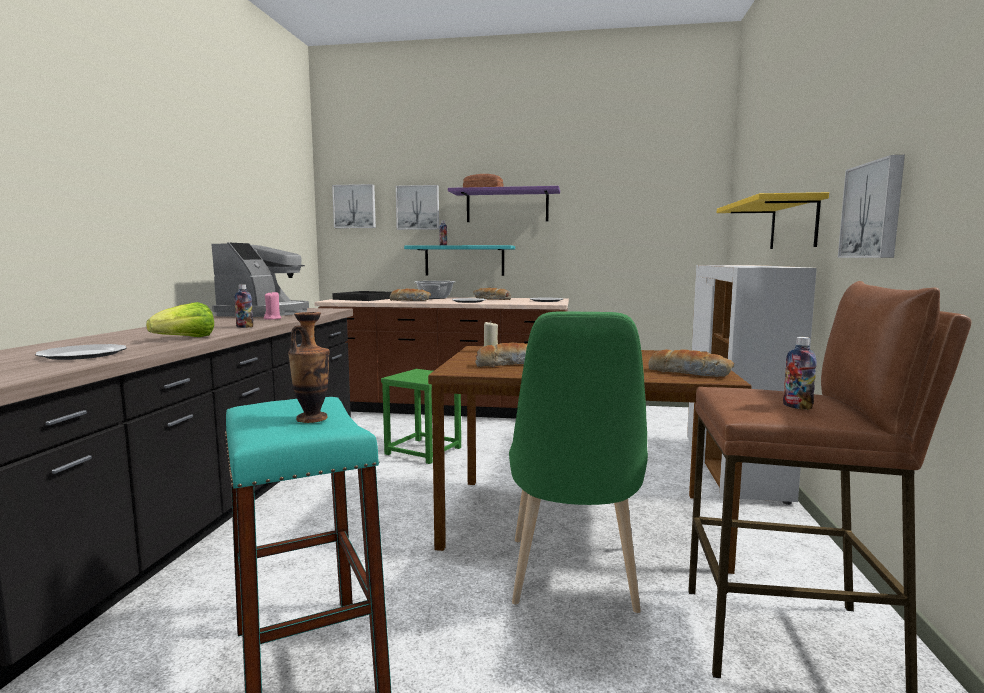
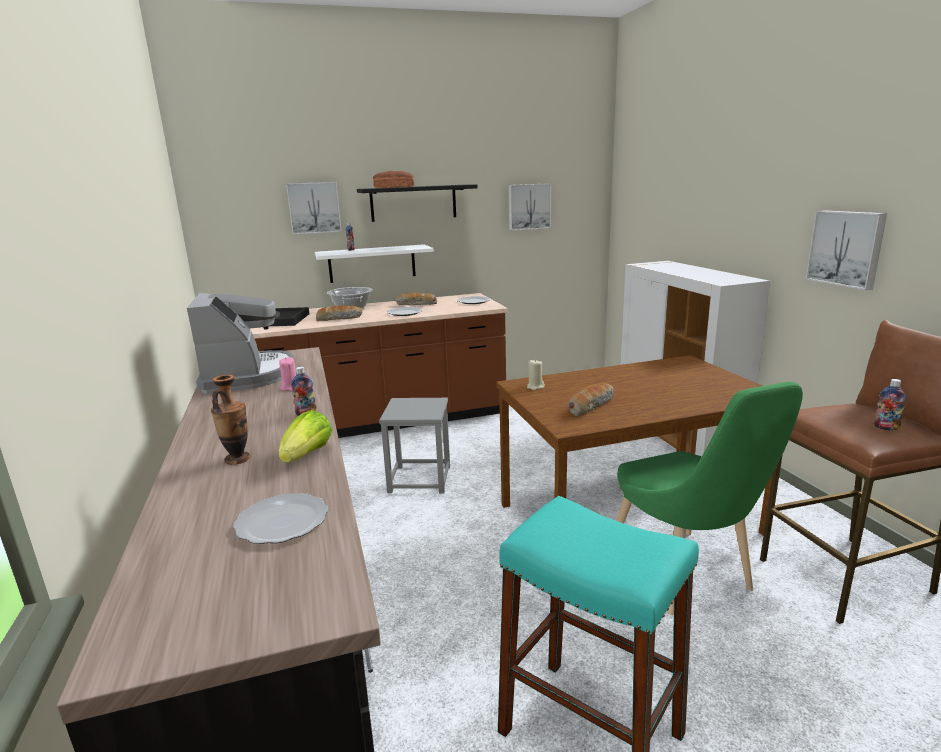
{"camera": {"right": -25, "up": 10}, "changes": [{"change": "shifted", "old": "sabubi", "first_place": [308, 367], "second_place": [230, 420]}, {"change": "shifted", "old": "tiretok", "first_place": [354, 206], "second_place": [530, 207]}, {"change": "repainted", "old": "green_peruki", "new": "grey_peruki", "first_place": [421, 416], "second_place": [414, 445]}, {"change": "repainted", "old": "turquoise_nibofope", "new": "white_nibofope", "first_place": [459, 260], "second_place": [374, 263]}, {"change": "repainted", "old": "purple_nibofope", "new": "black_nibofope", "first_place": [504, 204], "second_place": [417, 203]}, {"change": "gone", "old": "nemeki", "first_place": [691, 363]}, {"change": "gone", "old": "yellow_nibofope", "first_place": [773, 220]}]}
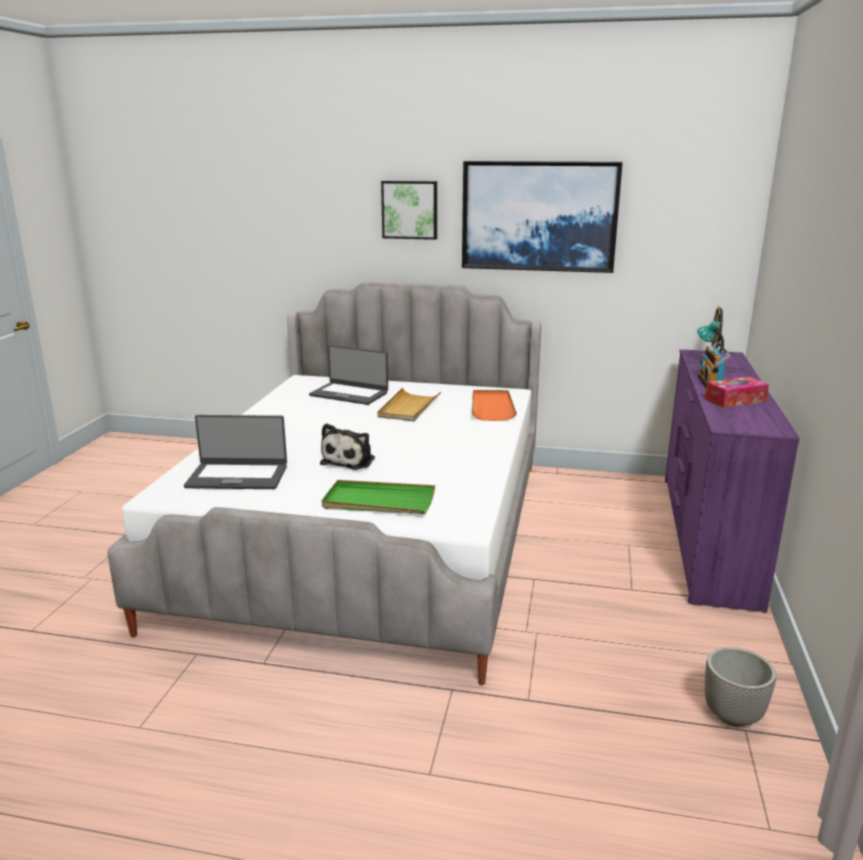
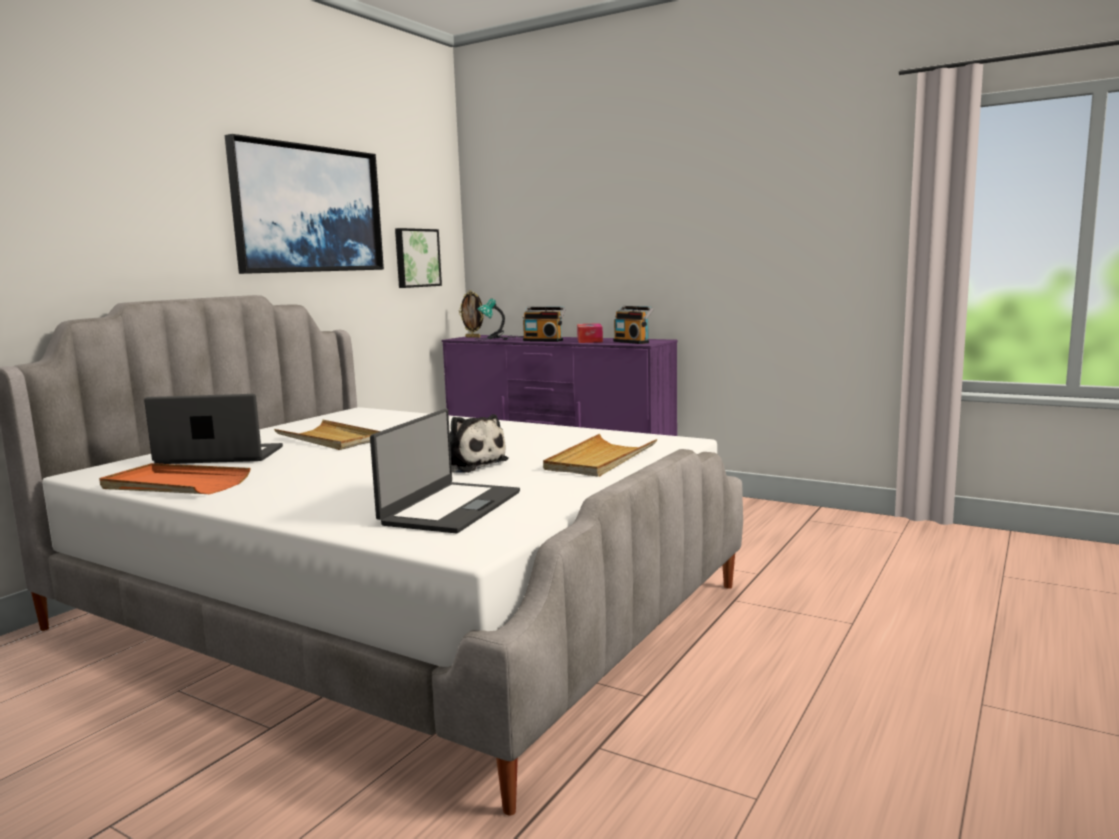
{"camera": {"right": -70, "up": -10}, "changes": [{"change": "rotated", "old": "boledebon", "first_place": [348, 375], "second_place": [213, 429], "degrees": -135}, {"change": "repainted", "old": "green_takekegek", "new": "beige_takekegek", "first_place": [378, 497], "second_place": [600, 455]}, {"change": "shifted", "old": "tiretok", "first_place": [409, 210], "second_place": [418, 258]}, {"change": "shifted", "old": "orange_takekegek", "first_place": [494, 405], "second_place": [175, 478]}, {"change": "gone", "old": "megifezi", "first_place": [740, 687]}, {"change": "new", "new": "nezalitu", "second_place": [633, 325]}]}
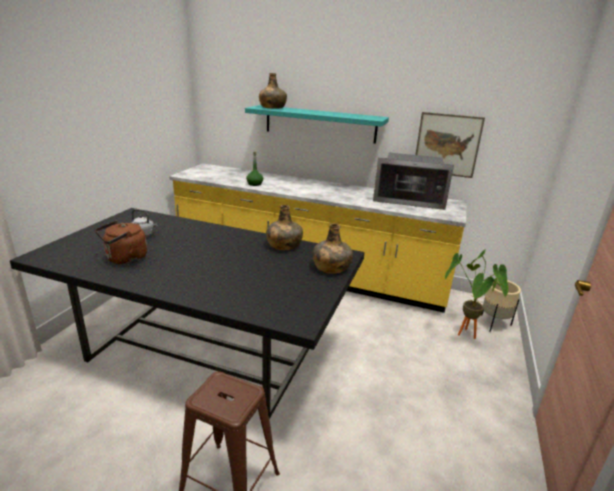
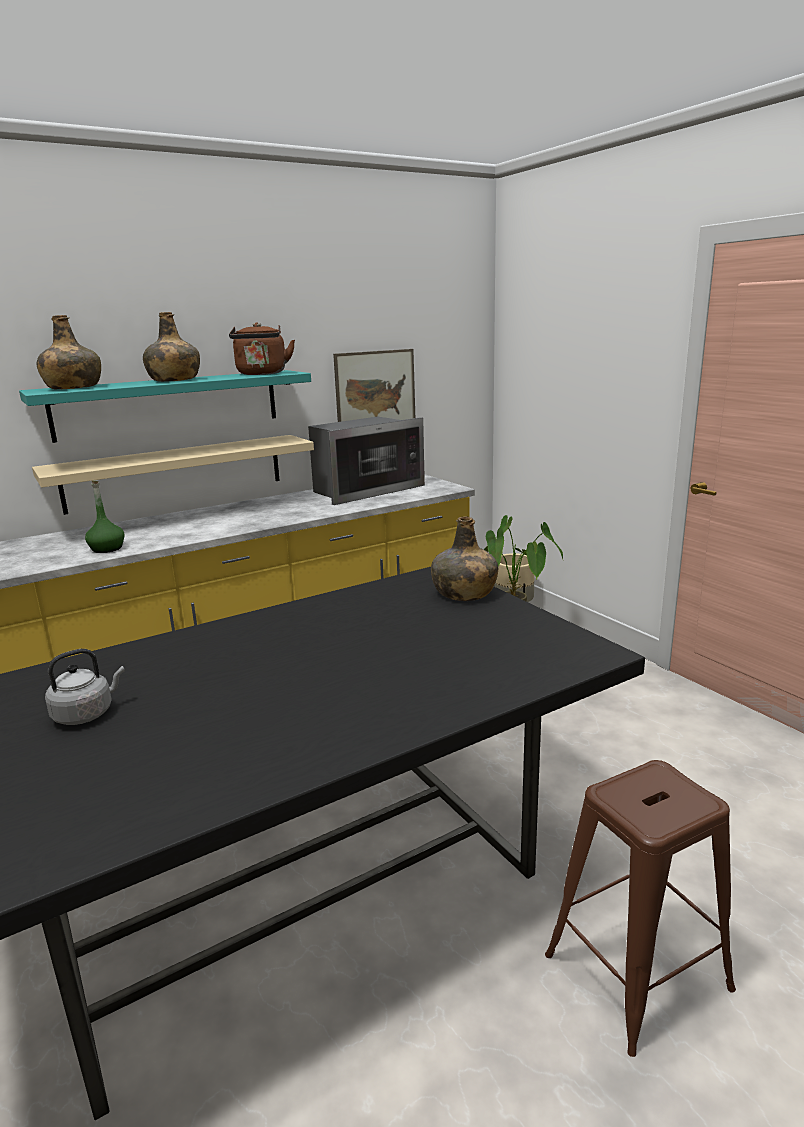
{"camera": {"right": -50, "up": -5}, "changes": [{"change": "shifted", "old": "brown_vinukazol", "first_place": [121, 243], "second_place": [262, 348]}, {"change": "shifted", "old": "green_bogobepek", "first_place": [284, 227], "second_place": [171, 347]}, {"change": "new", "new": "beige_nibofope", "second_place": [173, 475]}]}
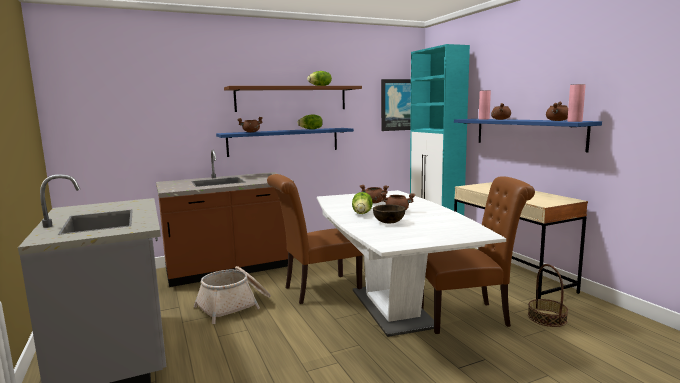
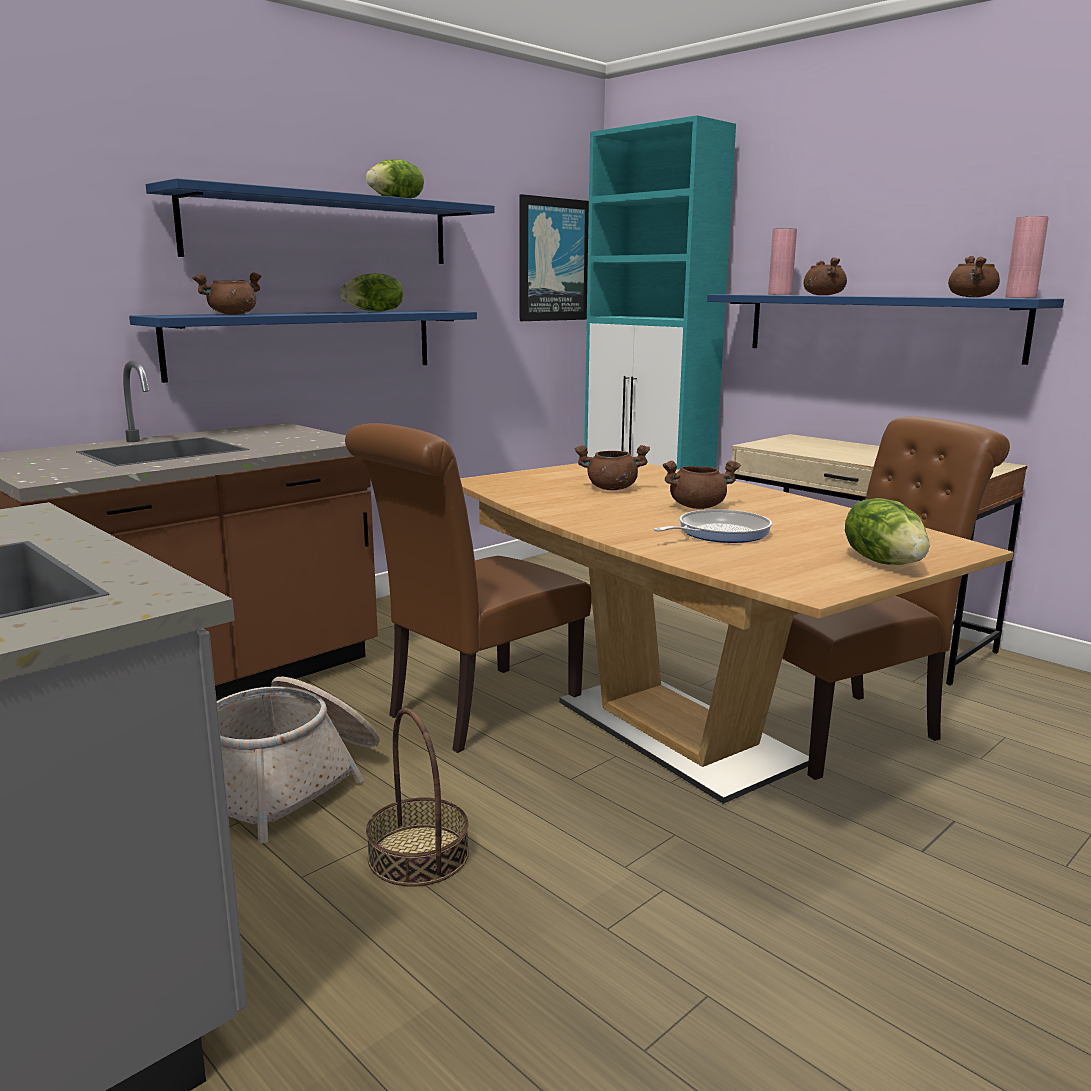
{"camera": {"right": -20, "up": 5}, "changes": [{"change": "repainted", "old": "brown_nibofope", "new": "blue_nibofope", "first_place": [293, 99], "second_place": [320, 221]}, {"change": "repainted", "old": "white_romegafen", "new": "brown_romegafen", "first_place": [411, 263], "second_place": [737, 633]}, {"change": "shifted", "old": "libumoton", "first_place": [362, 203], "second_place": [887, 531]}, {"change": "swapped", "old": "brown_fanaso", "new": "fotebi", "first_place": [389, 214], "second_place": [713, 526]}, {"change": "shifted", "old": "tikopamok", "first_place": [548, 295], "second_place": [417, 797]}]}
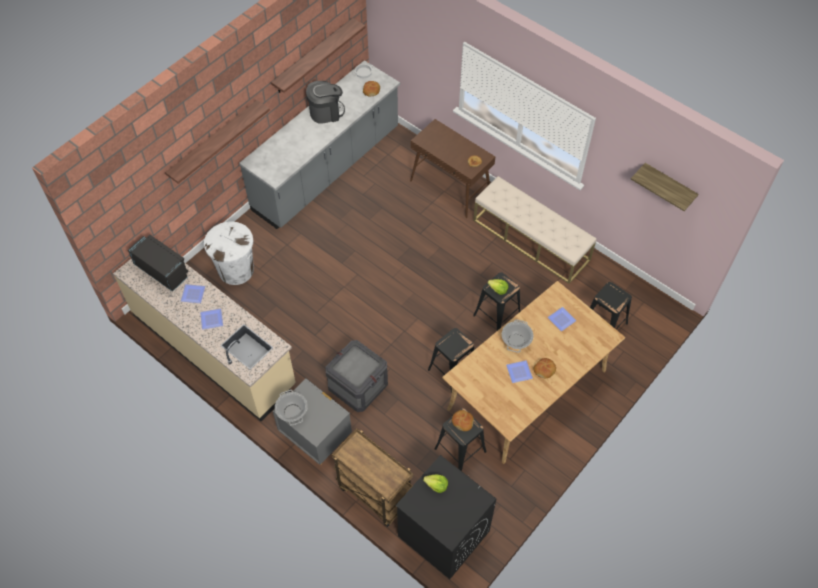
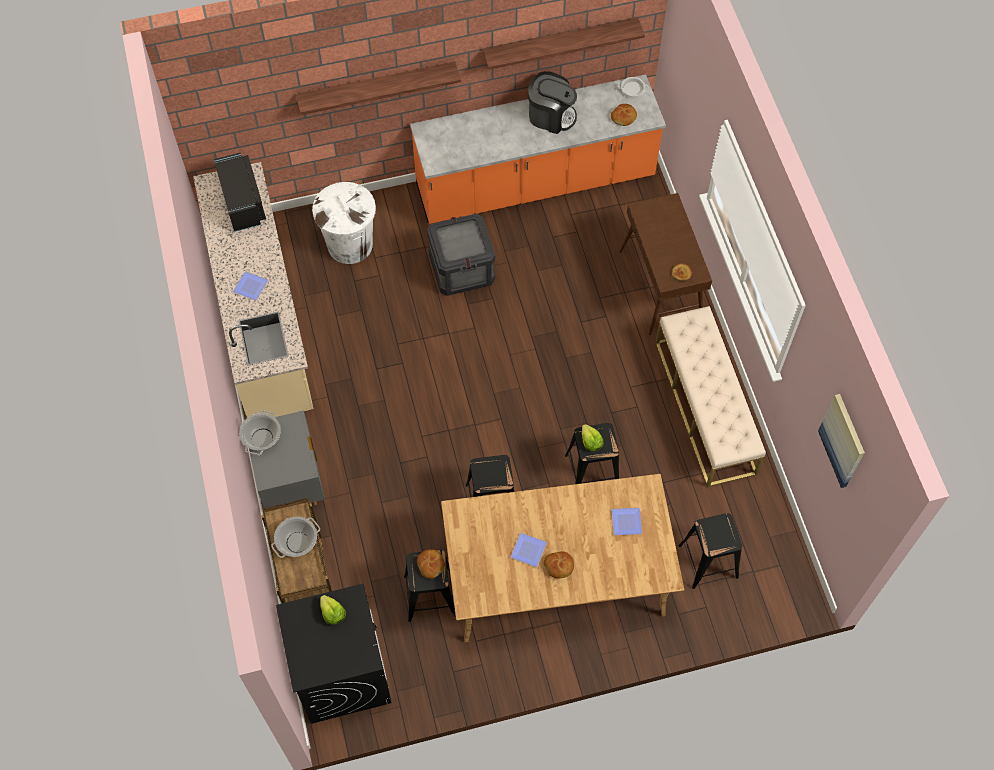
{"camera": {"right": 35, "up": 5}, "changes": [{"change": "gone", "old": "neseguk", "first_place": [193, 293]}, {"change": "repainted", "old": "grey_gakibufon", "new": "orange_gakibufon", "first_place": [319, 144], "second_place": [538, 149]}, {"change": "shifted", "old": "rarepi", "first_place": [357, 376], "second_place": [461, 255]}, {"change": "shifted", "old": "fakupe", "first_place": [517, 336], "second_place": [295, 537]}, {"change": "swapped", "old": "nibofope", "new": "tiretok", "first_place": [665, 187], "second_place": [841, 441]}]}
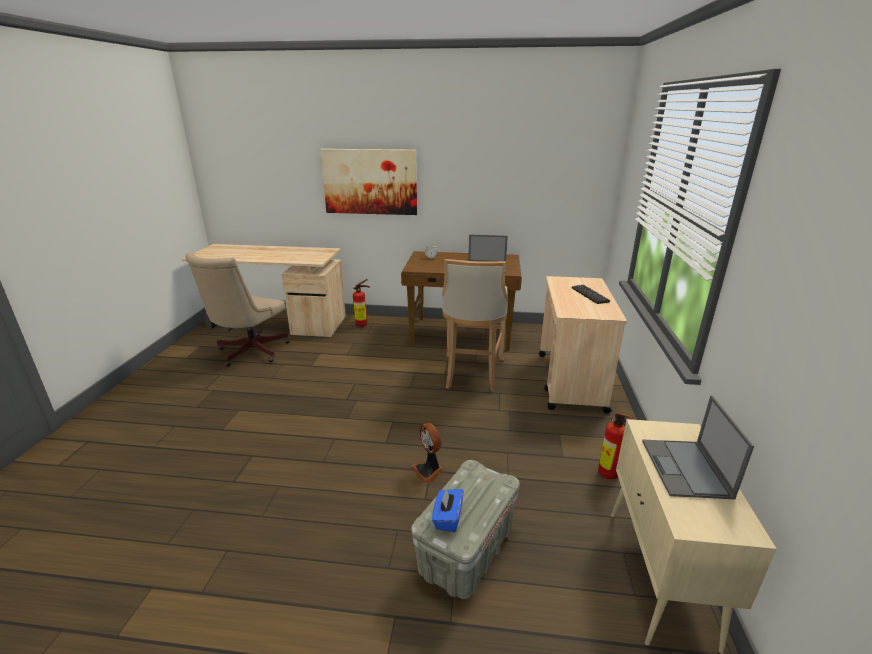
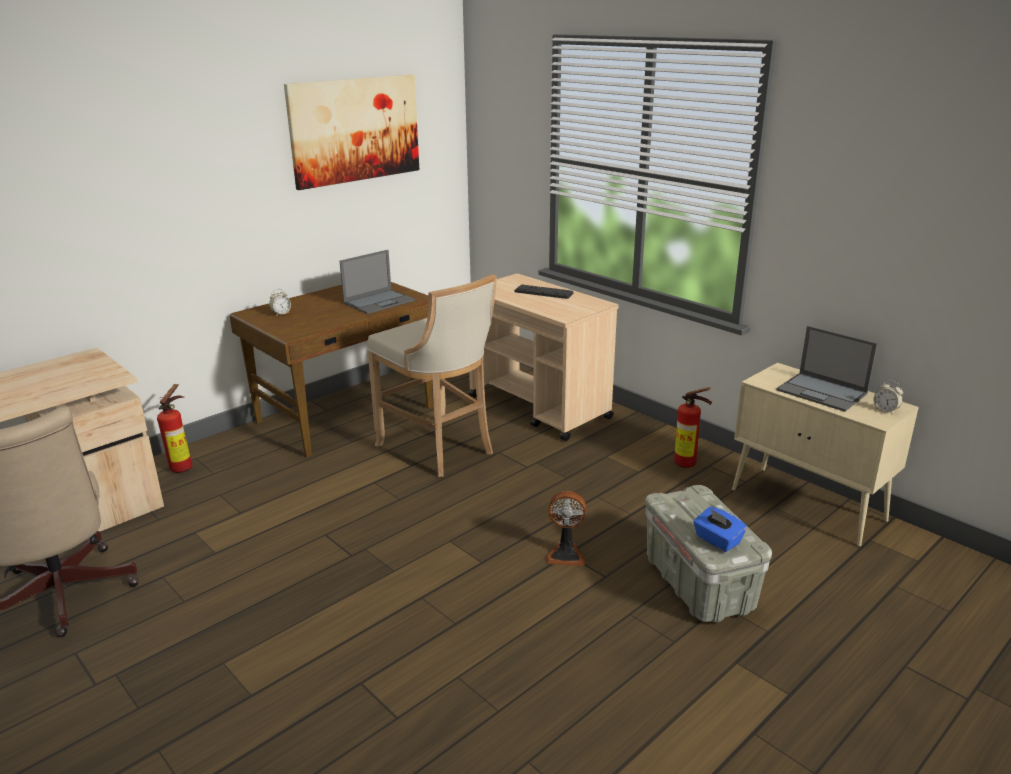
{"camera": {"right": -50, "up": 0}, "changes": [{"change": "shifted", "old": "tiretok", "first_place": [368, 182], "second_place": [351, 132]}, {"change": "new", "new": "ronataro", "second_place": [888, 397]}]}
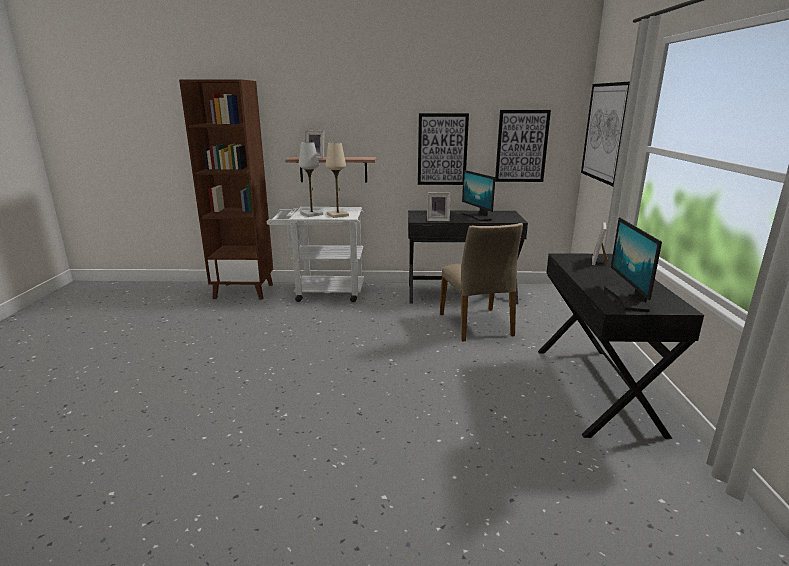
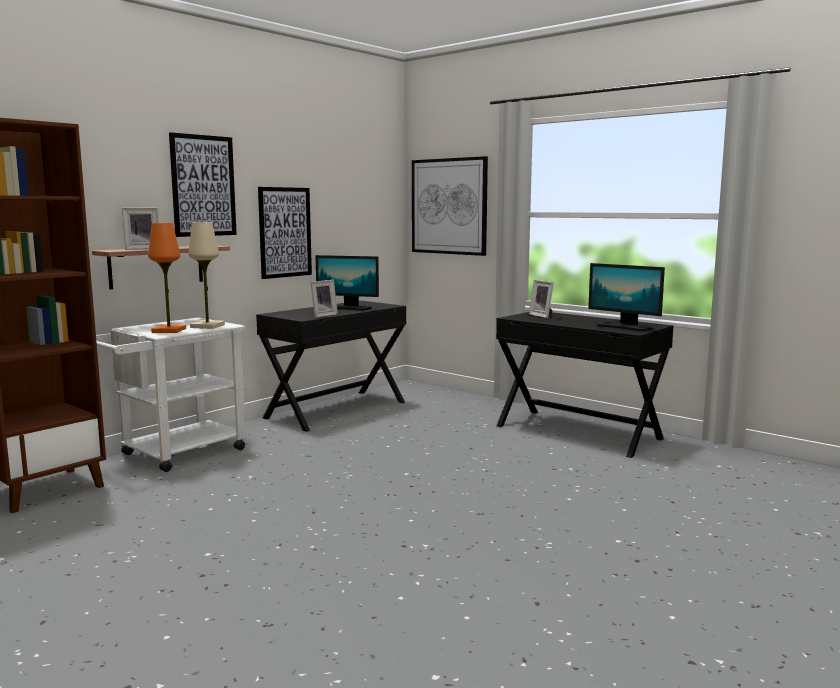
{"camera": {"right": -50, "up": -10}, "changes": [{"change": "repainted", "old": "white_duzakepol", "new": "orange_duzakepol", "first_place": [311, 179], "second_place": [167, 278]}, {"change": "gone", "old": "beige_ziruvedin", "first_place": [481, 282]}, {"change": "shifted", "old": "tiretok", "first_place": [523, 146], "second_place": [203, 184]}]}
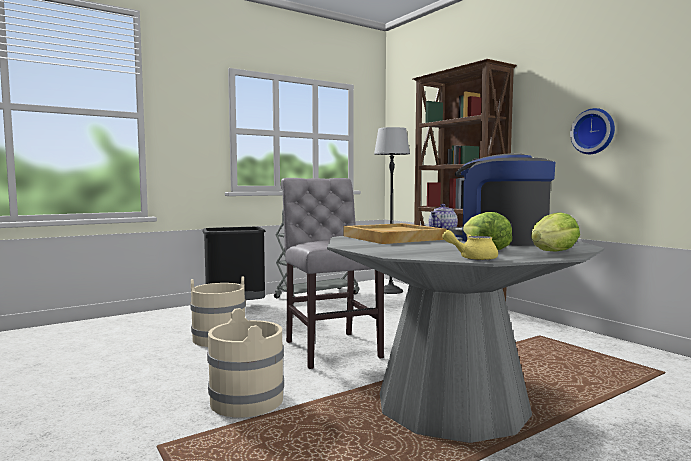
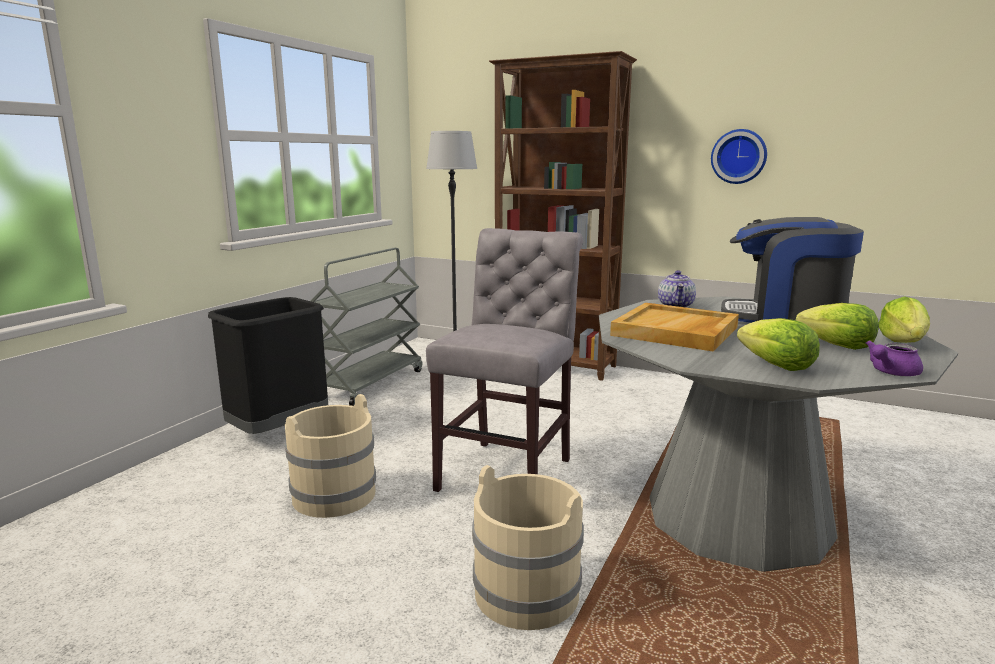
{"camera": {"right": -30, "up": 10}, "changes": [{"change": "rotated", "old": "grey_ziruvedin", "first_place": [332, 273], "second_place": [504, 360], "degrees": 75}, {"change": "repainted", "old": "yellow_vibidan", "new": "purple_vibidan", "first_place": [470, 245], "second_place": [894, 358]}, {"change": "new", "new": "libumoton", "second_place": [778, 344]}]}
